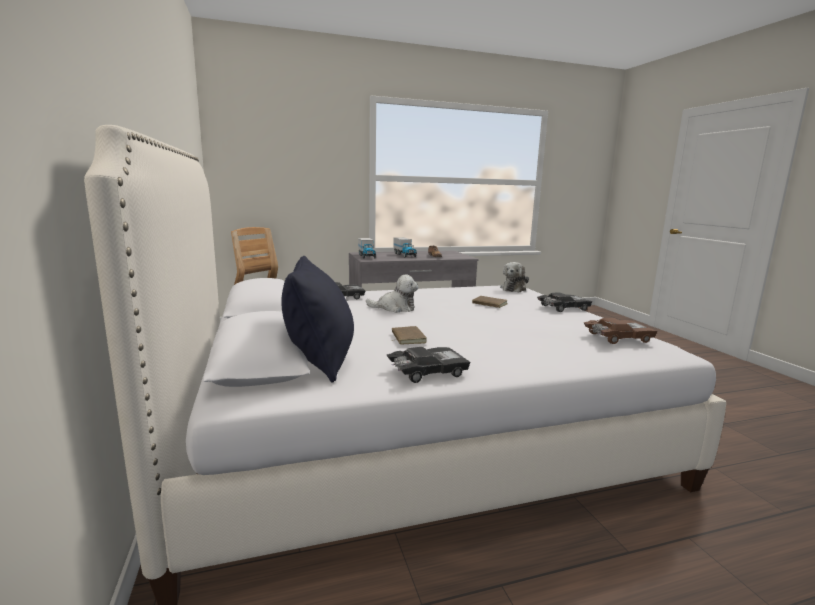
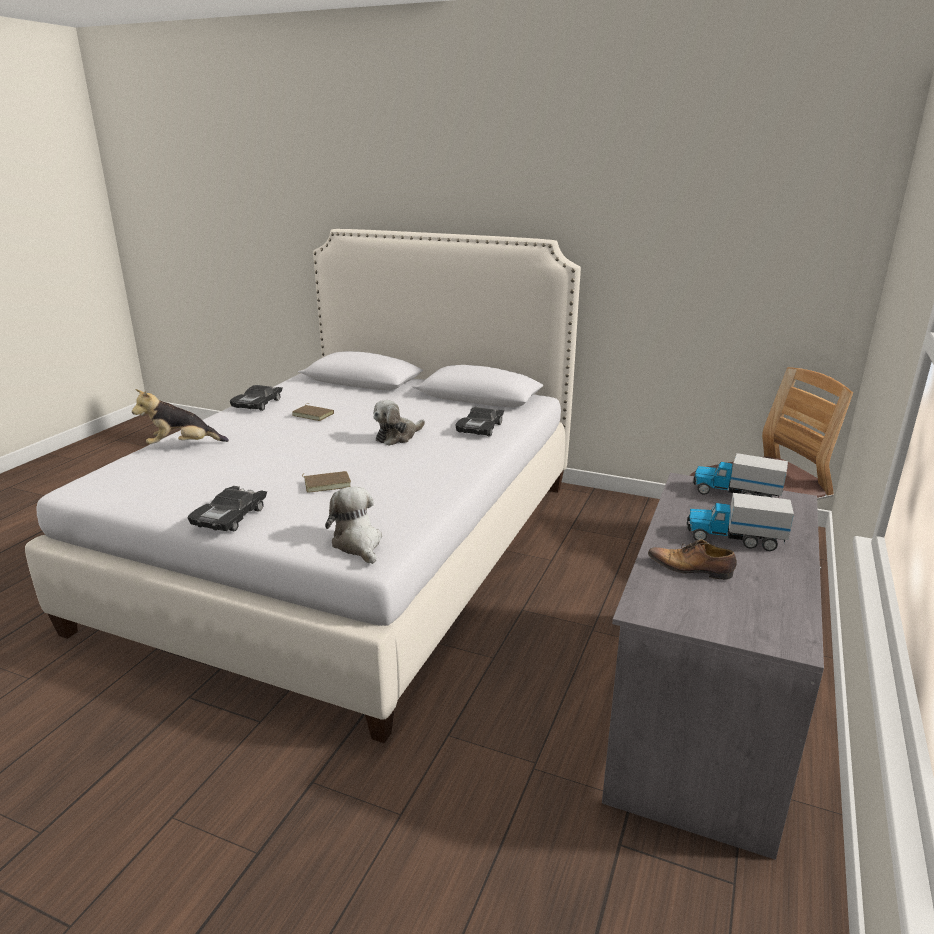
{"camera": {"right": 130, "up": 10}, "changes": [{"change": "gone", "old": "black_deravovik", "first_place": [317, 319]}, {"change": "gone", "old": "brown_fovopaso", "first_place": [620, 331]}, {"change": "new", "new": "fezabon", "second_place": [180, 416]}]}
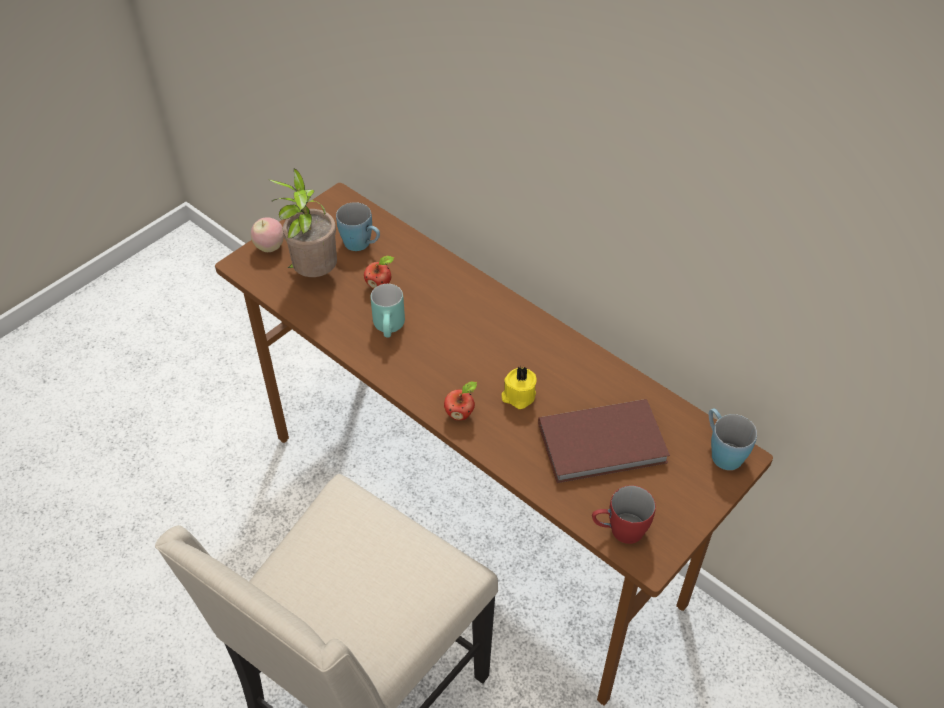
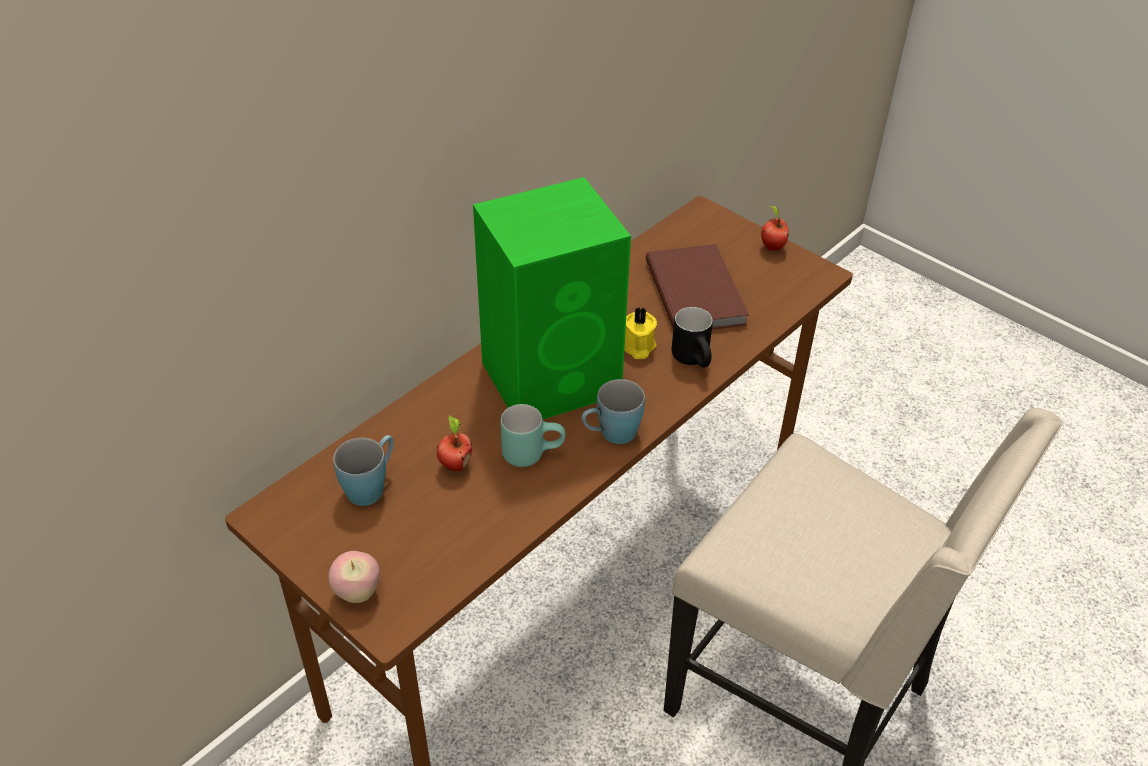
{"camera": {"right": -90, "up": -5}, "changes": [{"change": "gone", "old": "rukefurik", "first_place": [302, 223]}, {"change": "shifted", "old": "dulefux", "first_place": [460, 400], "second_place": [775, 228]}, {"change": "gone", "old": "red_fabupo", "first_place": [624, 514]}, {"change": "shifted", "old": "blue_fabupo", "first_place": [733, 439], "second_place": [613, 411]}, {"change": "new", "new": "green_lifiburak", "second_place": [552, 298]}, {"change": "new", "new": "black_fabupo", "second_place": [692, 337]}]}
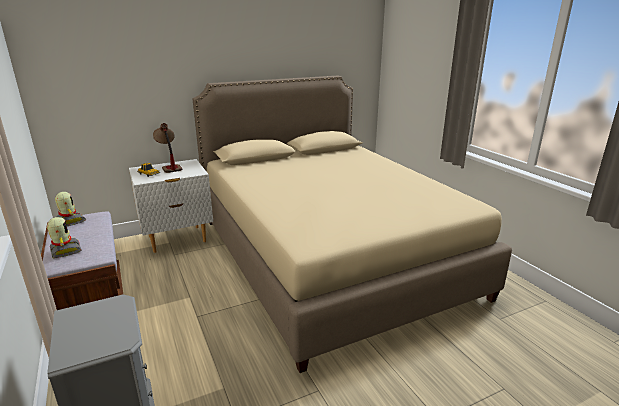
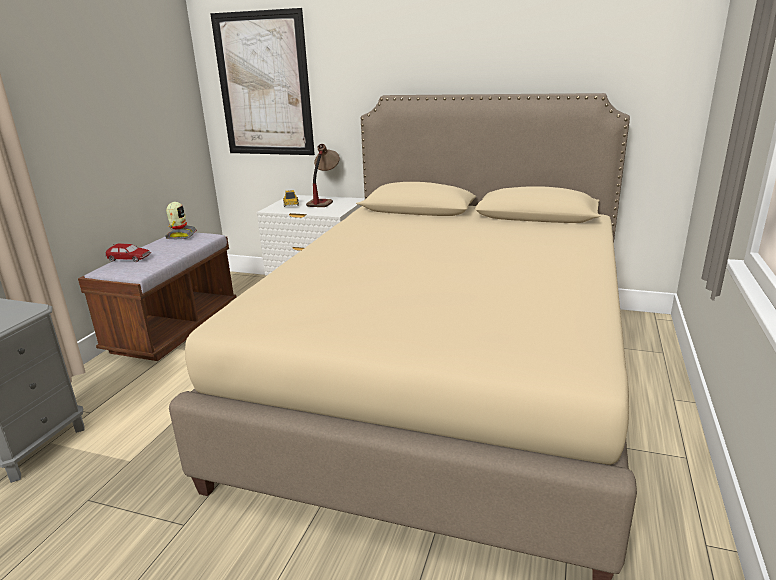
{"camera": {"right": 45, "up": 0}, "changes": [{"change": "swapped", "old": "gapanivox", "new": "fovopaso", "first_place": [64, 237], "second_place": [128, 253]}, {"change": "new", "new": "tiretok", "second_place": [262, 81]}]}
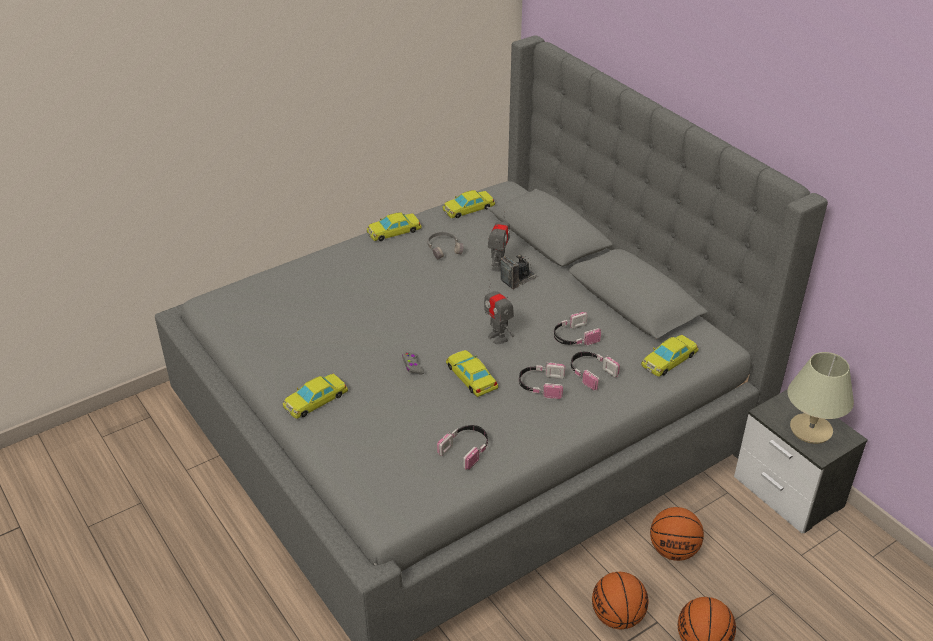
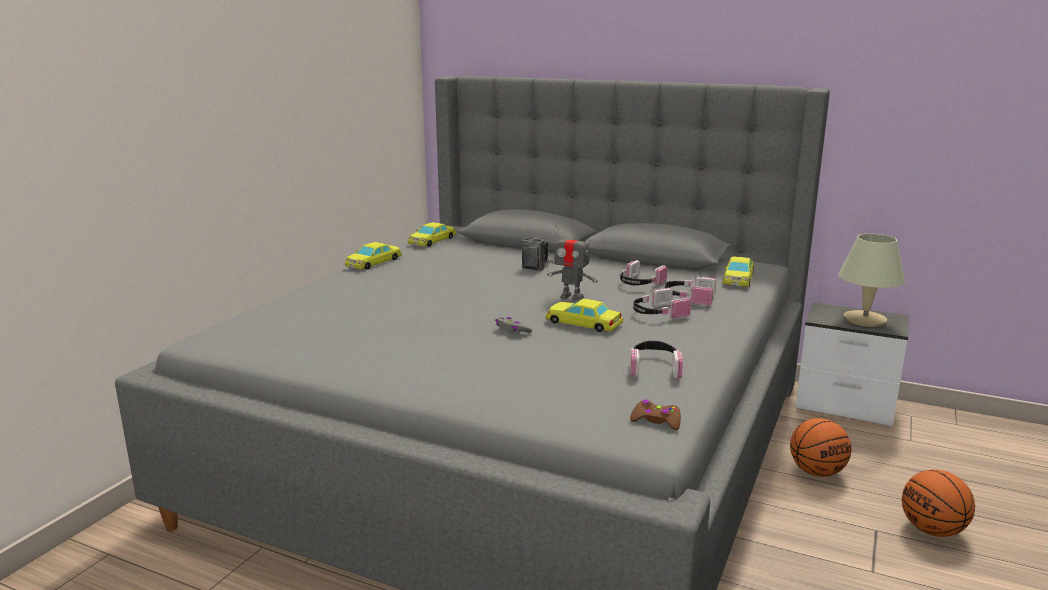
{"camera": {"right": -30, "up": -20}, "changes": [{"change": "gone", "old": "yellow_fovopaso", "first_place": [315, 396]}, {"change": "gone", "old": "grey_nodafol", "first_place": [445, 245]}, {"change": "gone", "old": "gapanivox", "first_place": [499, 241]}, {"change": "gone", "old": "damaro", "first_place": [620, 600]}, {"change": "new", "new": "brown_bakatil", "second_place": [655, 414]}]}
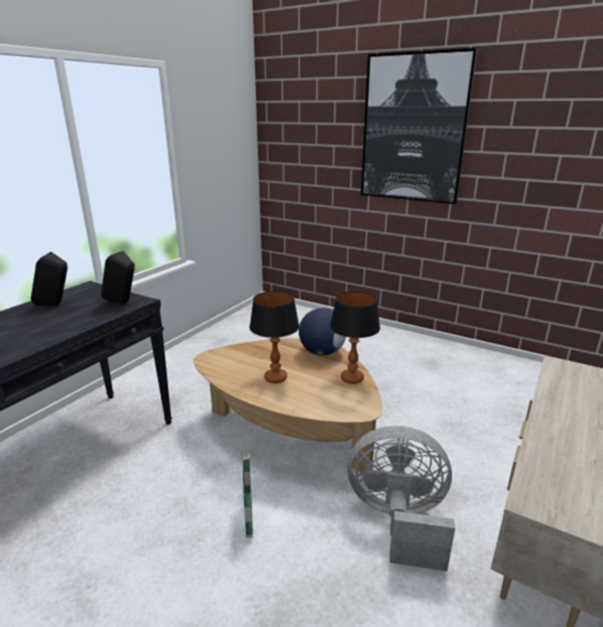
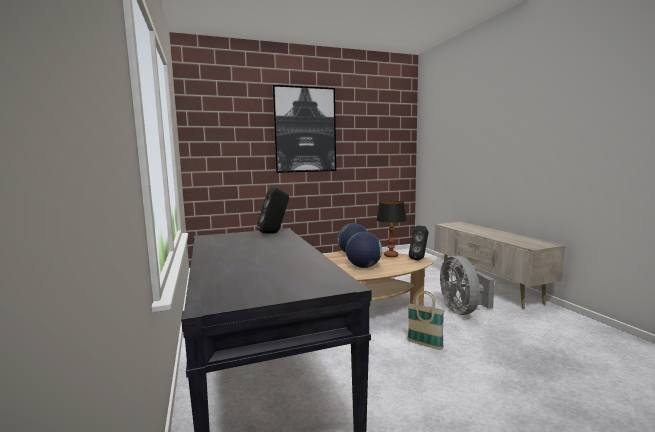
{"camera": {"right": -50, "up": -15}, "changes": [{"change": "shifted", "old": "black_lifiburak", "first_place": [49, 279], "second_place": [418, 243]}, {"change": "swapped", "old": "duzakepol", "new": "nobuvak", "first_place": [274, 337], "second_place": [364, 250]}, {"change": "rotated", "old": "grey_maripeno", "first_place": [401, 498], "second_place": [467, 285], "degrees": -60}]}
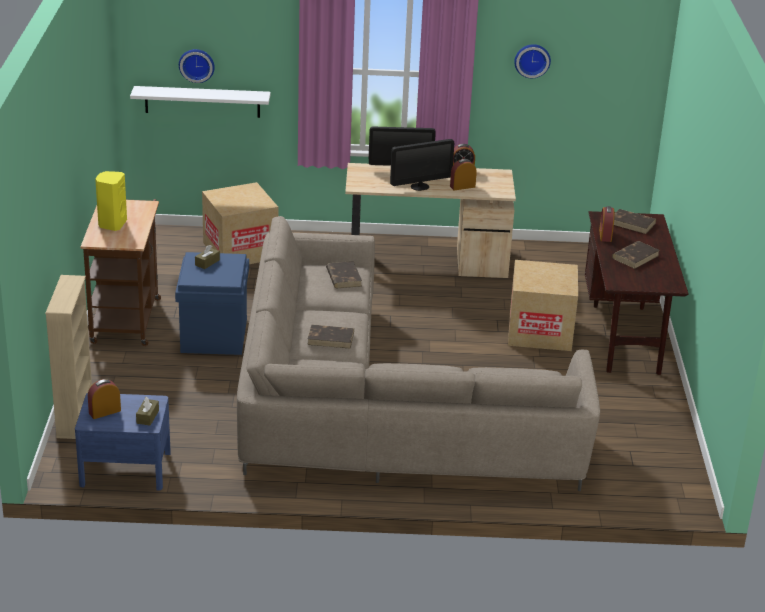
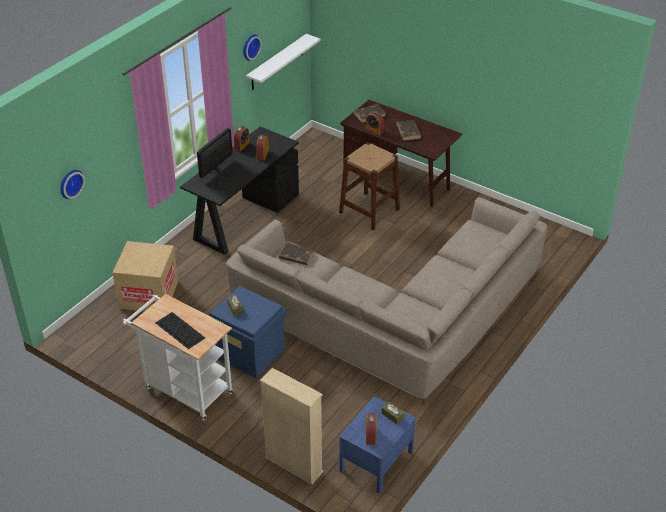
{"camera": {"right": -55, "up": 10}, "changes": [{"change": "repainted", "old": "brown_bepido", "new": "white_bepido", "first_place": [120, 272], "second_place": [178, 357]}, {"change": "swapped", "old": "yellow_lifiburak", "new": "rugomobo", "first_place": [111, 201], "second_place": [180, 330]}, {"change": "shifted", "old": "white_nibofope", "first_place": [200, 102], "second_place": [283, 62]}, {"change": "gone", "old": "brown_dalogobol", "first_place": [330, 337]}, {"change": "repainted", "old": "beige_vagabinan", "new": "black_vagabinan", "first_place": [430, 220], "second_place": [239, 190]}, {"change": "gone", "old": "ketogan", "first_place": [422, 165]}, {"change": "swapped", "old": "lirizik", "new": "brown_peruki", "first_place": [543, 305], "second_place": [369, 186]}]}
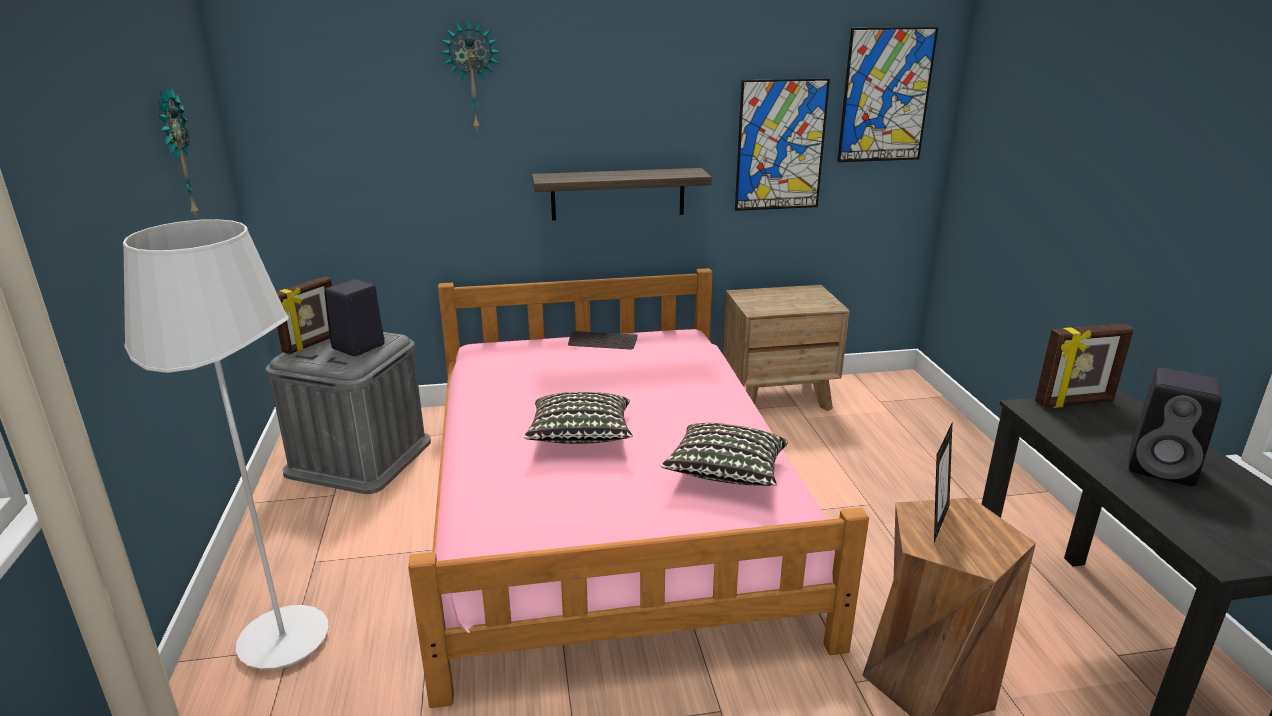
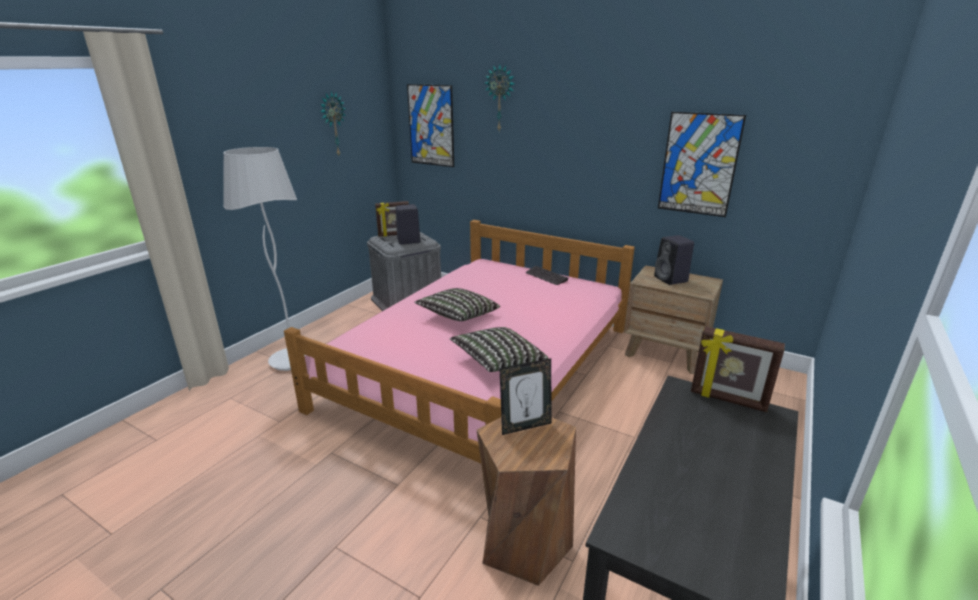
{"camera": {"right": 40, "up": 0}, "changes": [{"change": "gone", "old": "nibofope", "first_place": [622, 194]}, {"change": "shifted", "old": "tiretok", "first_place": [887, 94], "second_place": [430, 125]}, {"change": "shifted", "old": "black_lifiburak", "first_place": [1175, 427], "second_place": [674, 260]}]}
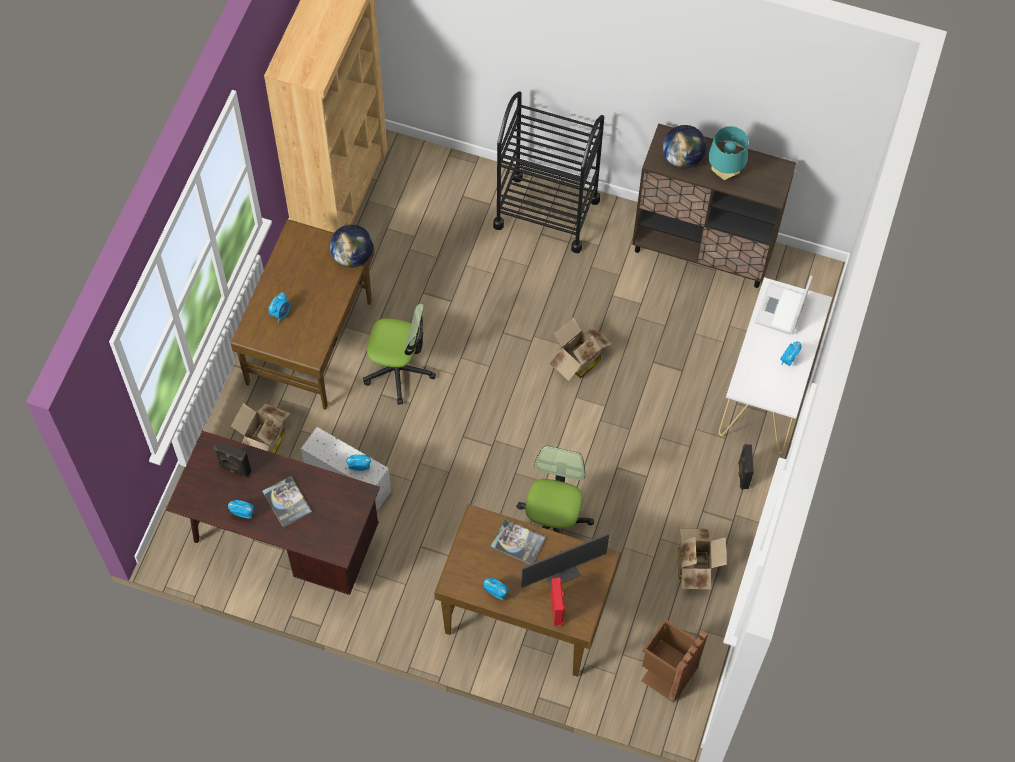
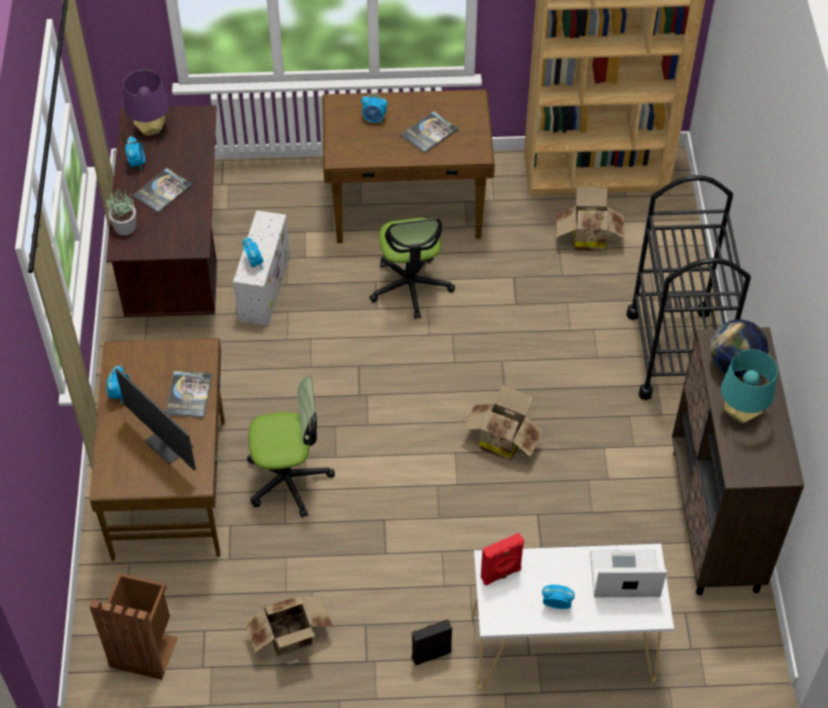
{"camera": {"right": 70, "up": -10}, "changes": [{"change": "gone", "old": "black_lifiburak", "first_place": [232, 459]}, {"change": "shifted", "old": "lirizik", "first_place": [261, 428], "second_place": [590, 219]}, {"change": "gone", "old": "nobuvak", "first_place": [351, 246]}, {"change": "shifted", "old": "red_lifiburak", "first_place": [558, 601], "second_place": [502, 559]}, {"change": "new", "new": "rukefurik", "second_place": [121, 211]}, {"change": "new", "new": "purple_duzakepol", "second_place": [146, 103]}, {"change": "new", "new": "dalogobol", "second_place": [429, 132]}]}
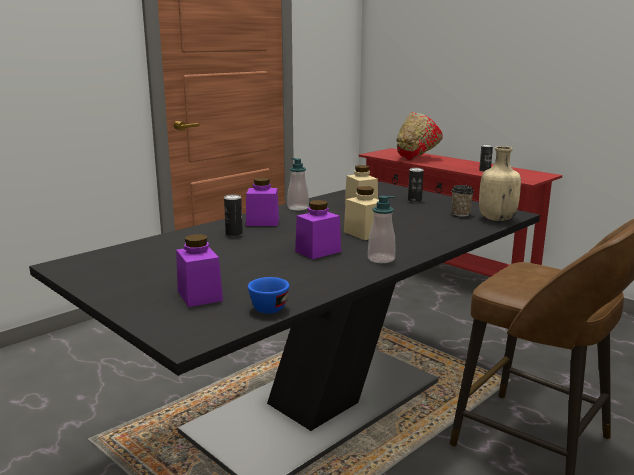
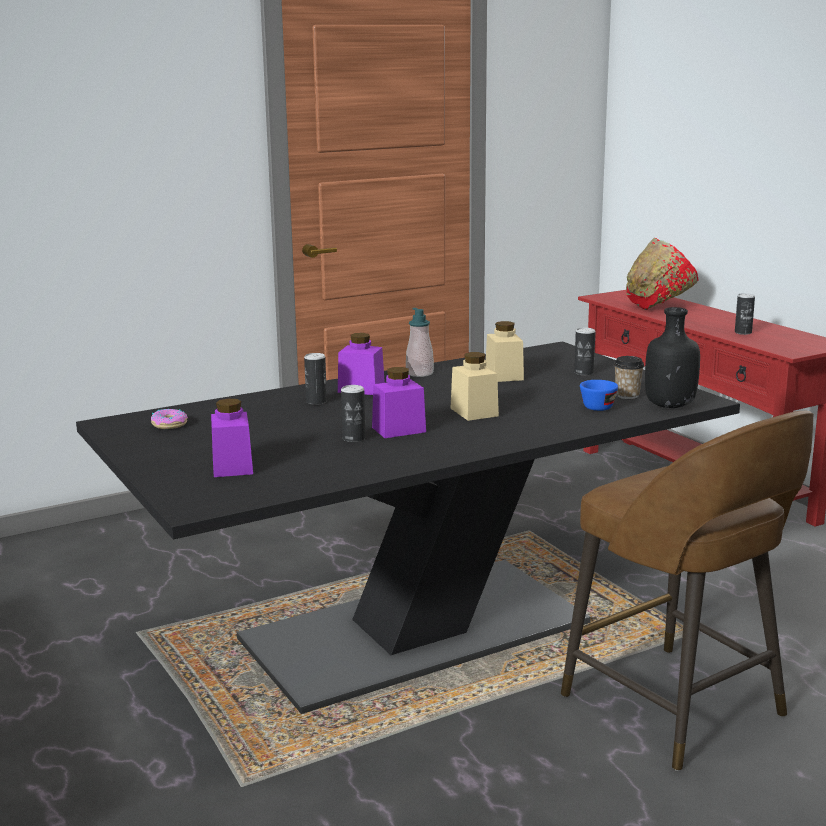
{"camera": {"right": 15, "up": 0}, "changes": [{"change": "shifted", "old": "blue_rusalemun", "first_place": [268, 295], "second_place": [599, 395]}, {"change": "gone", "old": "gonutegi", "first_place": [381, 229]}, {"change": "repainted", "old": "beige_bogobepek", "new": "black_bogobepek", "first_place": [500, 183], "second_place": [672, 357]}, {"change": "new", "new": "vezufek", "second_place": [169, 419]}, {"change": "new", "new": "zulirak", "second_place": [353, 413]}]}
